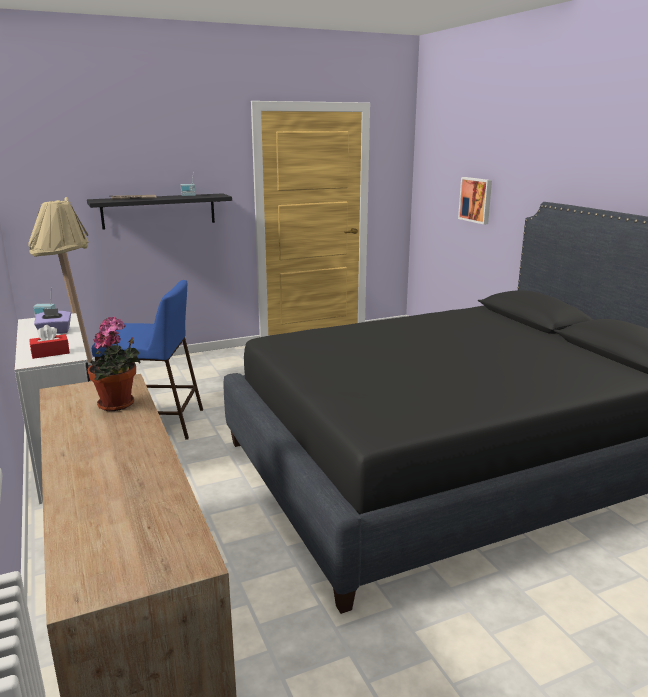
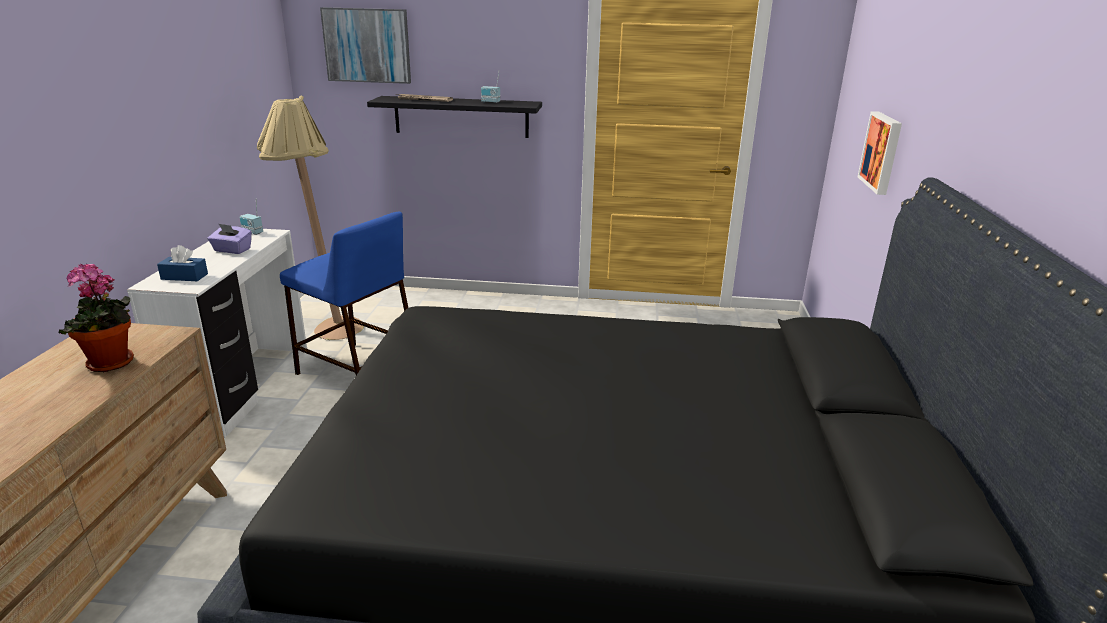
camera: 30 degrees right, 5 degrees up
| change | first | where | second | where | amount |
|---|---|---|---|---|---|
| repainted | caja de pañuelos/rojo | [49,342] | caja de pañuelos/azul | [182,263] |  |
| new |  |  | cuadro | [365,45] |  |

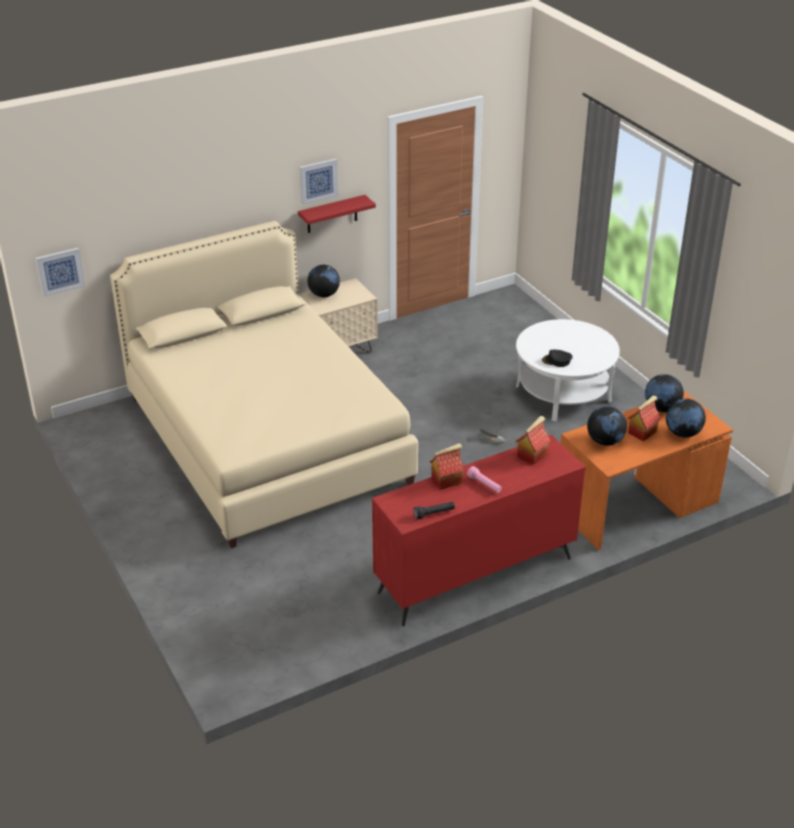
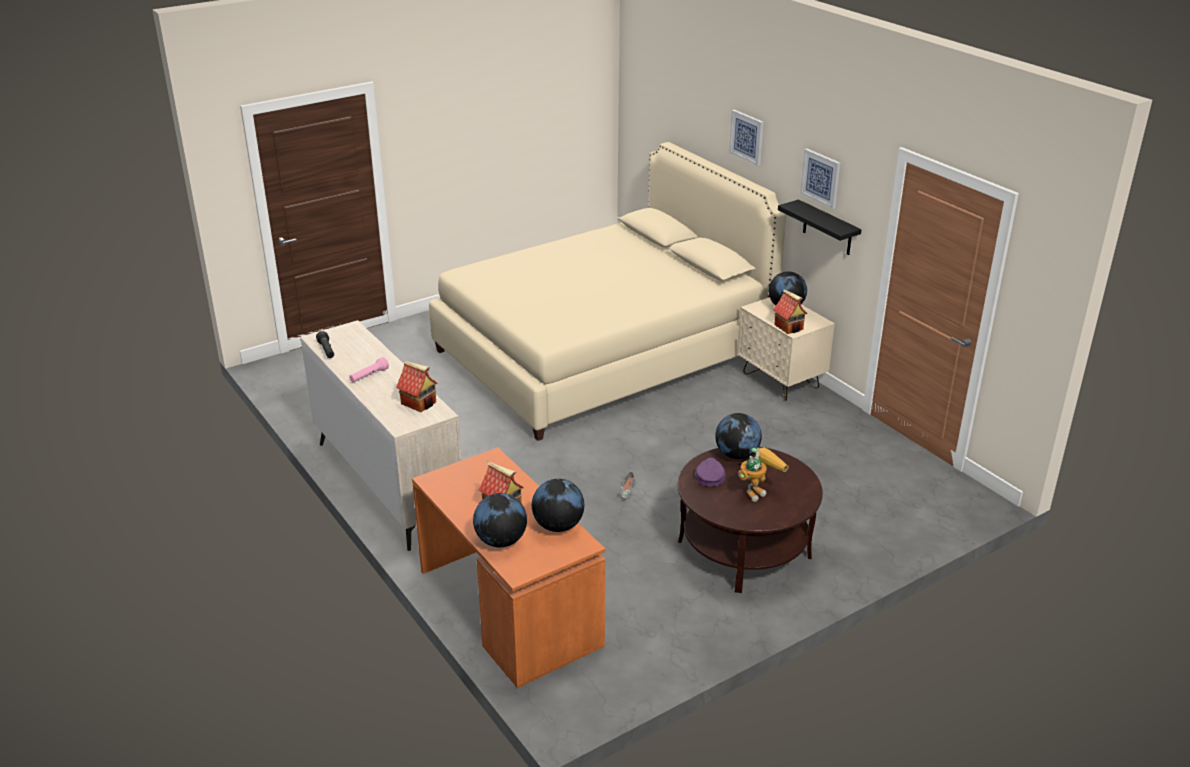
camera: 85 degrees right, 5 degrees down
| change | first | where | second | where | amount |
|---|---|---|---|---|---|
| repainted | estante/rojo | [337,214] | estante/negro | [820,227] |  |
| shifted | cuadro | [60,272] |  | [746,138] |  |
| repainted | mesa de centro/blanco | [568,370] | mesa de centro/marrón | [750,520] |  |
| repainted | gorra/negro | [557,358] | gorra/morado | [710,472] |  |
| shifted | globo terráqueo | [607,426] |  | [738,436] |  |
| repainted | cómoda/rojo | [479,530] | cómoda/beis | [380,435] |  |
| shifted | casita | [447,466] |  | [790,311] |  |
| new |  |  | robot de juguete | [763,474] |  |

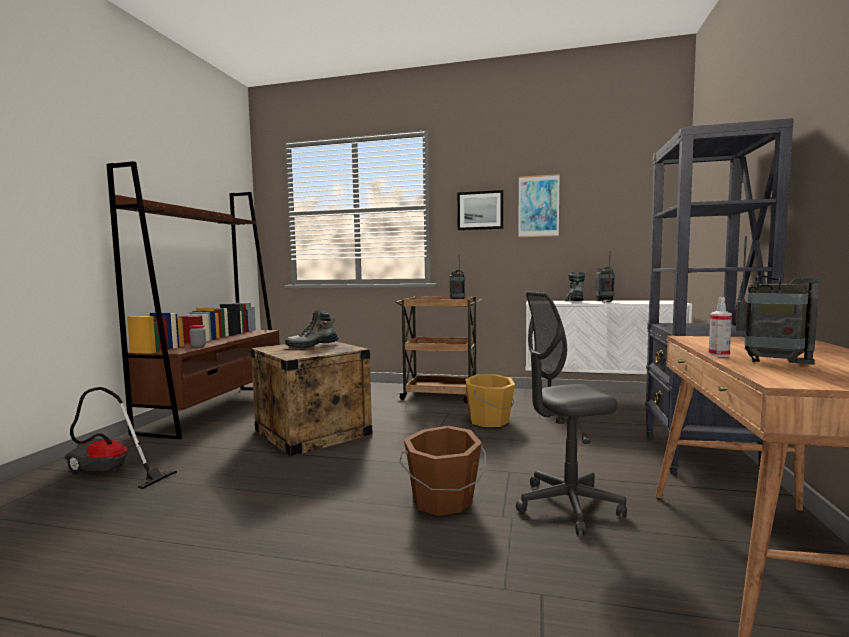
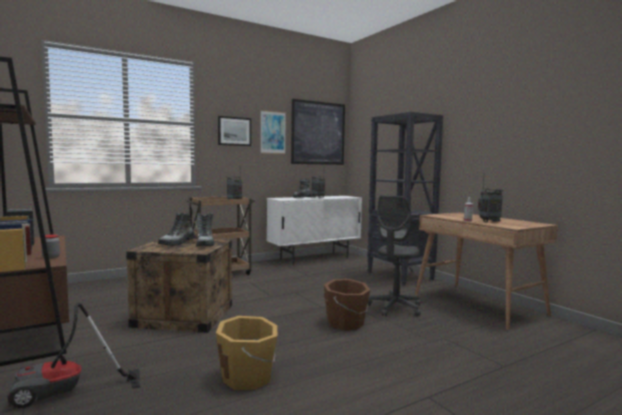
camera: 45 degrees left, 0 degrees up
| change | first | where | second | where | amount |
|---|---|---|---|---|---|
| shifted | cubo/naranja | [490,400] |  | [246,353] |  |
| new |  |  | cuadro | [318,132] |  |
| new |  |  | bota | [205,229] |  |

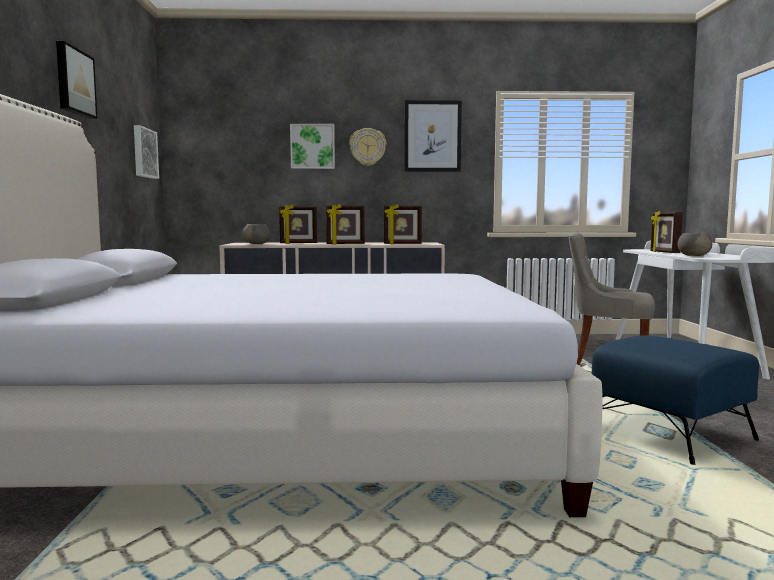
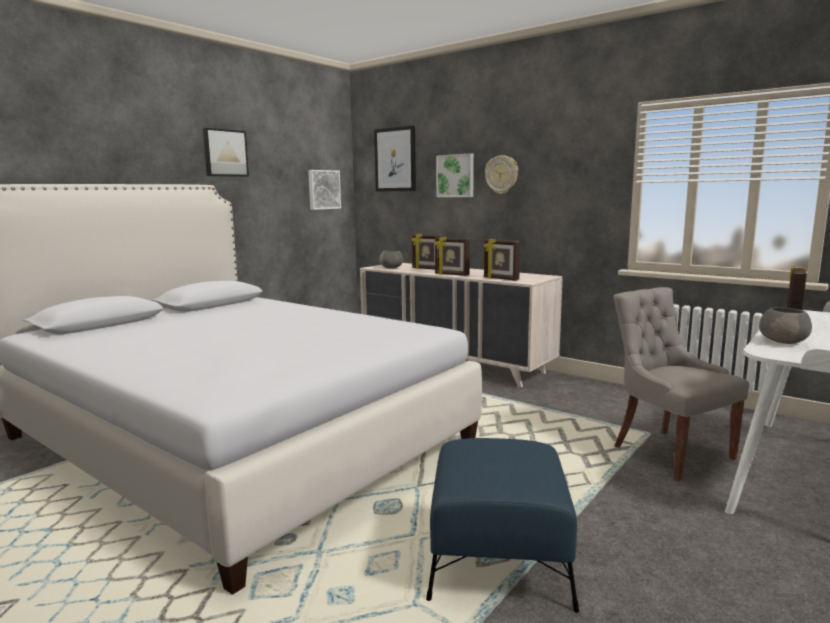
camera: 40 degrees right, 5 degrees up
| change | first | where | second | where | amount |
|---|---|---|---|---|---|
| shifted | cuadro | [433,136] |  | [395,159] |  |

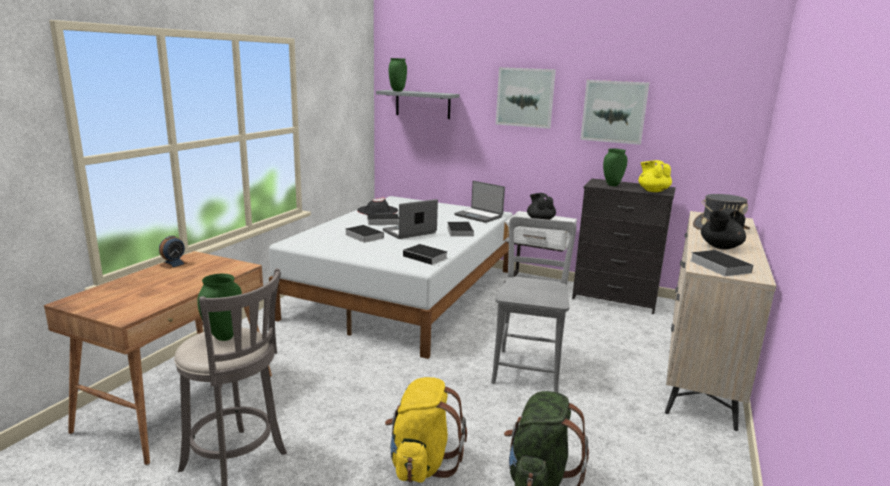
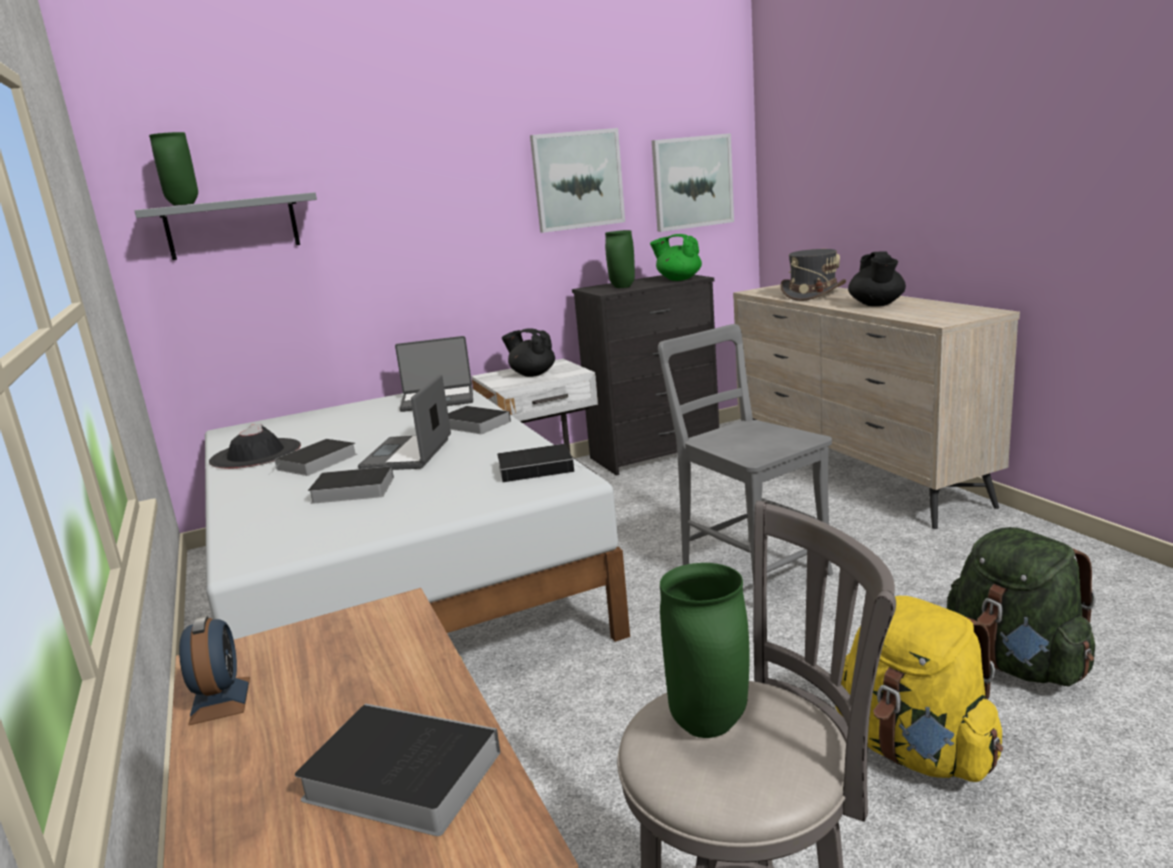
camera: 45 degrees left, 0 degrees up
| change | first | where | second | where | amount |
|---|---|---|---|---|---|
| shifted | cuadro | [526,98] |  | [693,182] |  |
| repainted | tetera/amarillo | [655,176] | tetera/verde | [676,257] |  |
| shifted | libro | [721,263] |  | [397,770] |  |

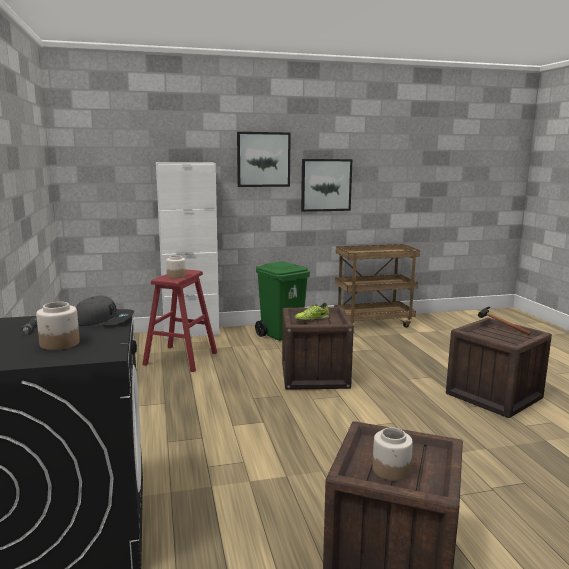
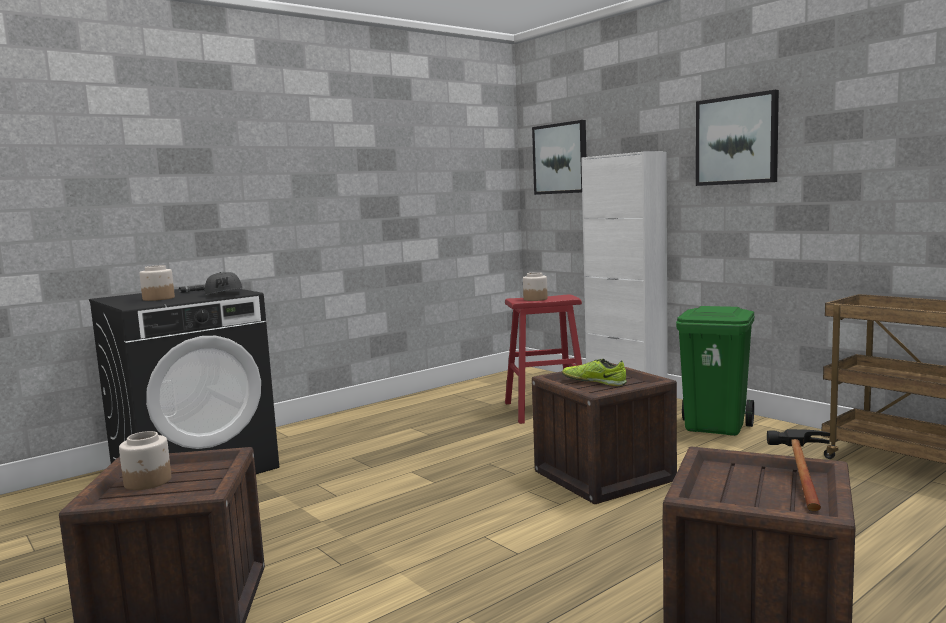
camera: 65 degrees right, 5 degrees down
| change | first | where | second | where | amount |
|---|---|---|---|---|---|
| shifted | cuadro | [327,185] |  | [559,157] |  |

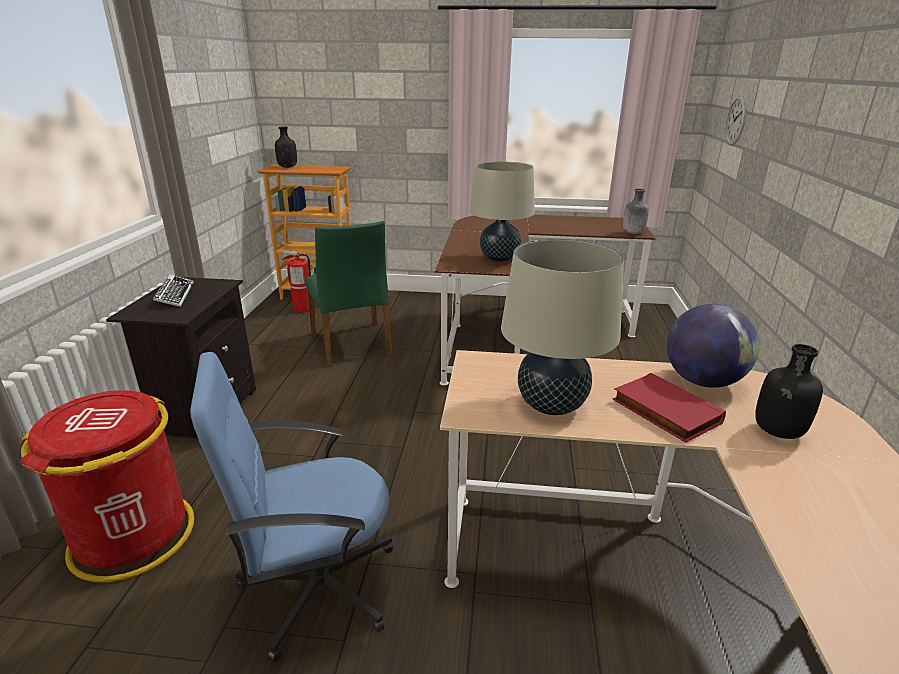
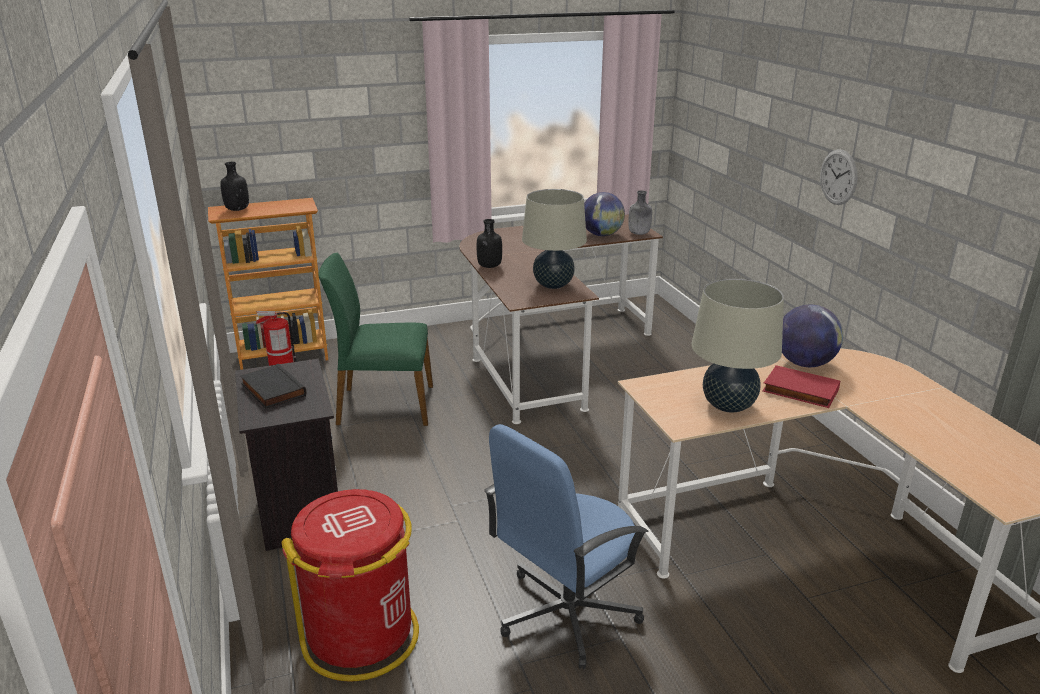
camera: 25 degrees left, 0 degrees up
| change | first | where | second | where | amount |
|---|---|---|---|---|---|
| shifted | reloj de pared | [736,120] |  | [839,177] |  |
| rotated | silla/verde | [349,294] |  | [375,339] | 135 degrees clockwise |
| swapped | teclado | [173,290] | libro/negro | [273,386] |  |
| shifted | botella/negro | [789,391] |  | [489,243] |  |
| new |  |  | globo terráqueo | [604,214] |  |

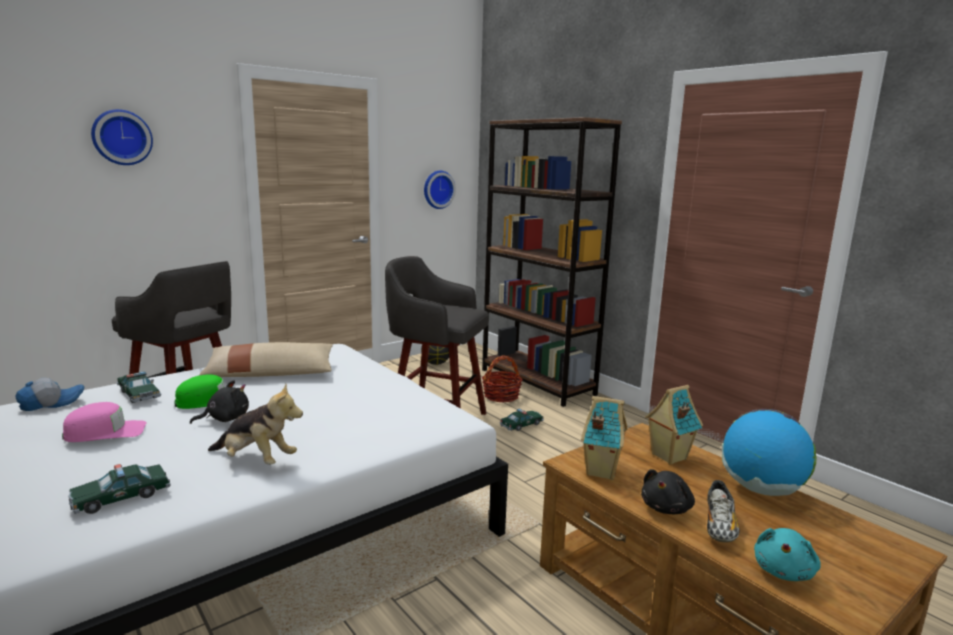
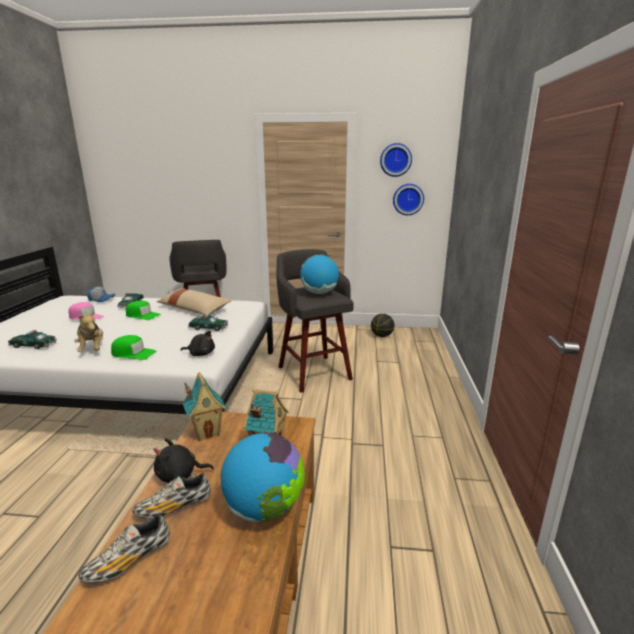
camera: 45 degrees right, 5 degrees up
| change | first | where | second | where | amount |
|---|---|---|---|---|---|
| shifted | reloj de pared | [122,137] |  | [396,160] |  |
| gone | estantería/marrón | [552,262] |  |  |  |
| gone | cesta | [502,378] |  |  |  |
| shifted | peluche/negro | [219,402] |  | [198,343] |  |
| shifted | coche de juguete | [522,420] |  | [208,322] |  |
| swapped | peluche/turquesa | [787,554] | zapato | [124,548] |  |
| new |  |  | globo terráqueo | [319,274] |  |
| new |  |  | gorra/verde | [134,347] |  |

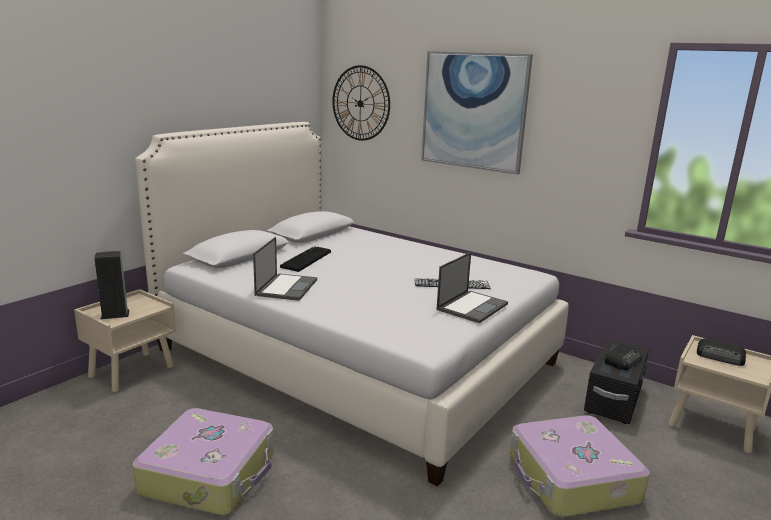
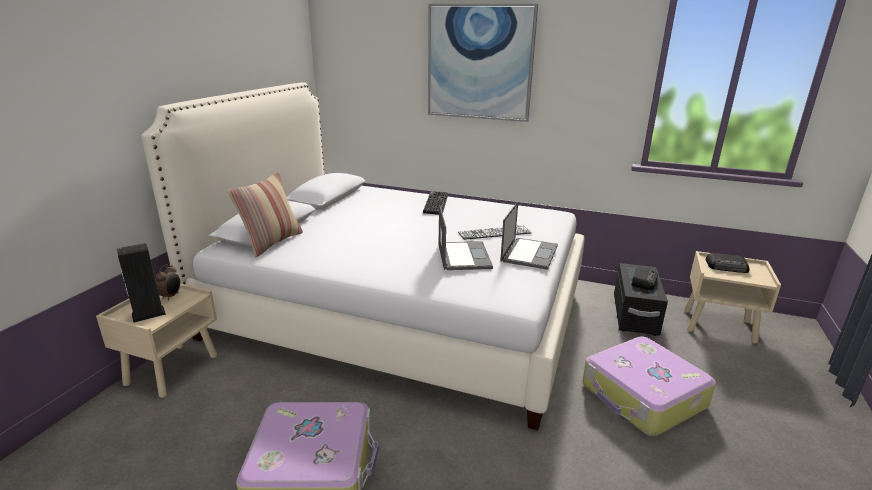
camera: 15 degrees left, 5 degrees up
| change | first | where | second | where | amount |
|---|---|---|---|---|---|
| gone | reloj de pared | [361,103] |  |  |  |
| shifted | portátil | [285,269] |  | [466,237] |  |
| shifted | teclado | [305,259] |  | [435,203] |  |
| new |  |  | cojín | [265,214] |  |
| new |  |  | despertador | [167,282] |  |

